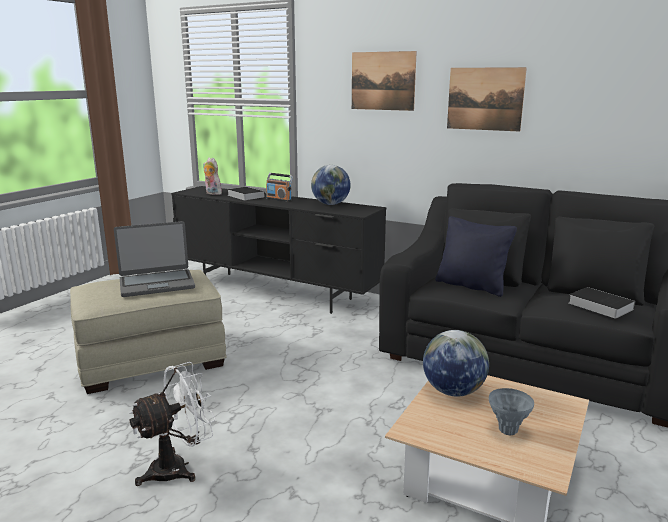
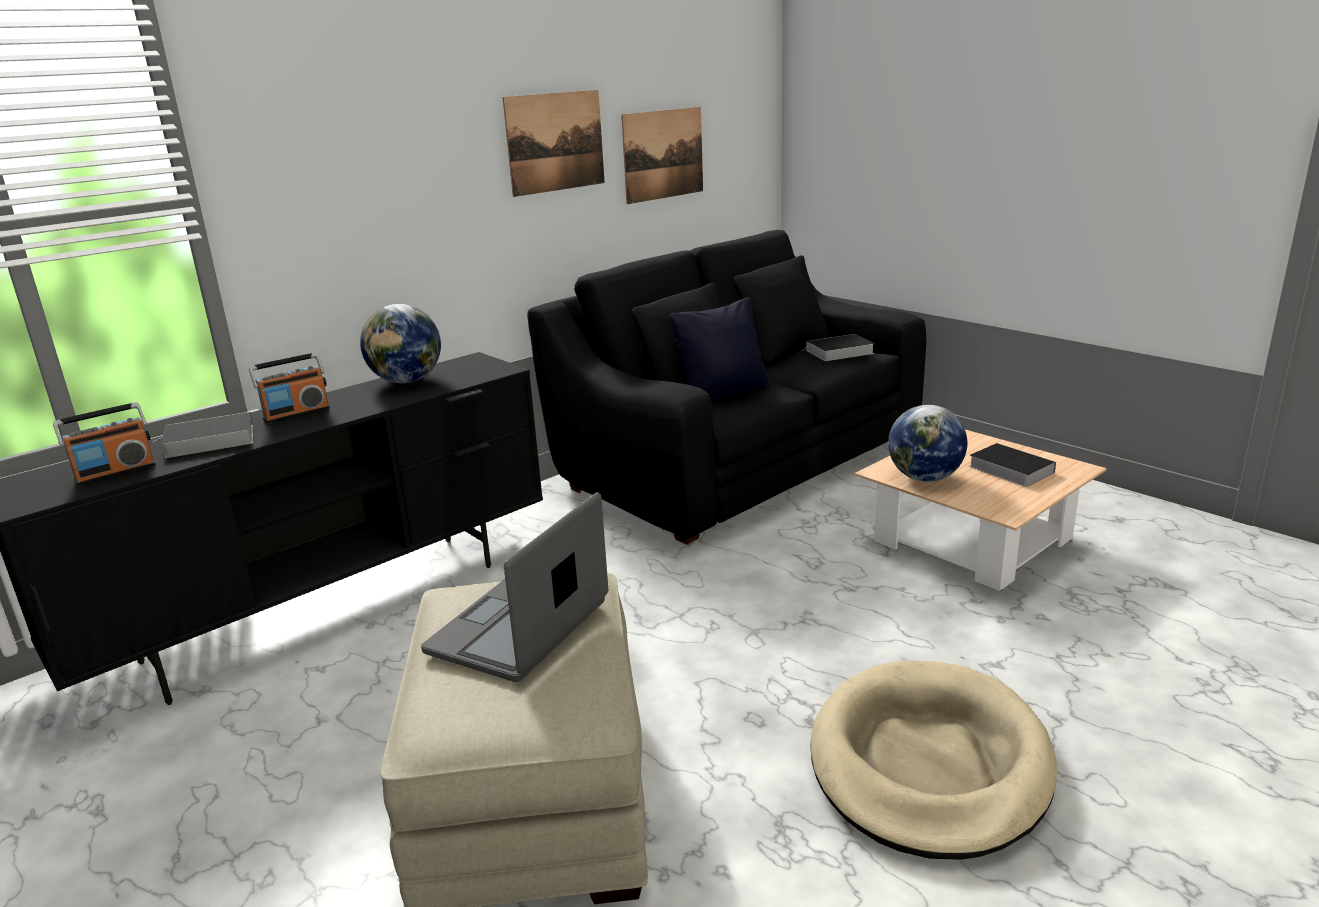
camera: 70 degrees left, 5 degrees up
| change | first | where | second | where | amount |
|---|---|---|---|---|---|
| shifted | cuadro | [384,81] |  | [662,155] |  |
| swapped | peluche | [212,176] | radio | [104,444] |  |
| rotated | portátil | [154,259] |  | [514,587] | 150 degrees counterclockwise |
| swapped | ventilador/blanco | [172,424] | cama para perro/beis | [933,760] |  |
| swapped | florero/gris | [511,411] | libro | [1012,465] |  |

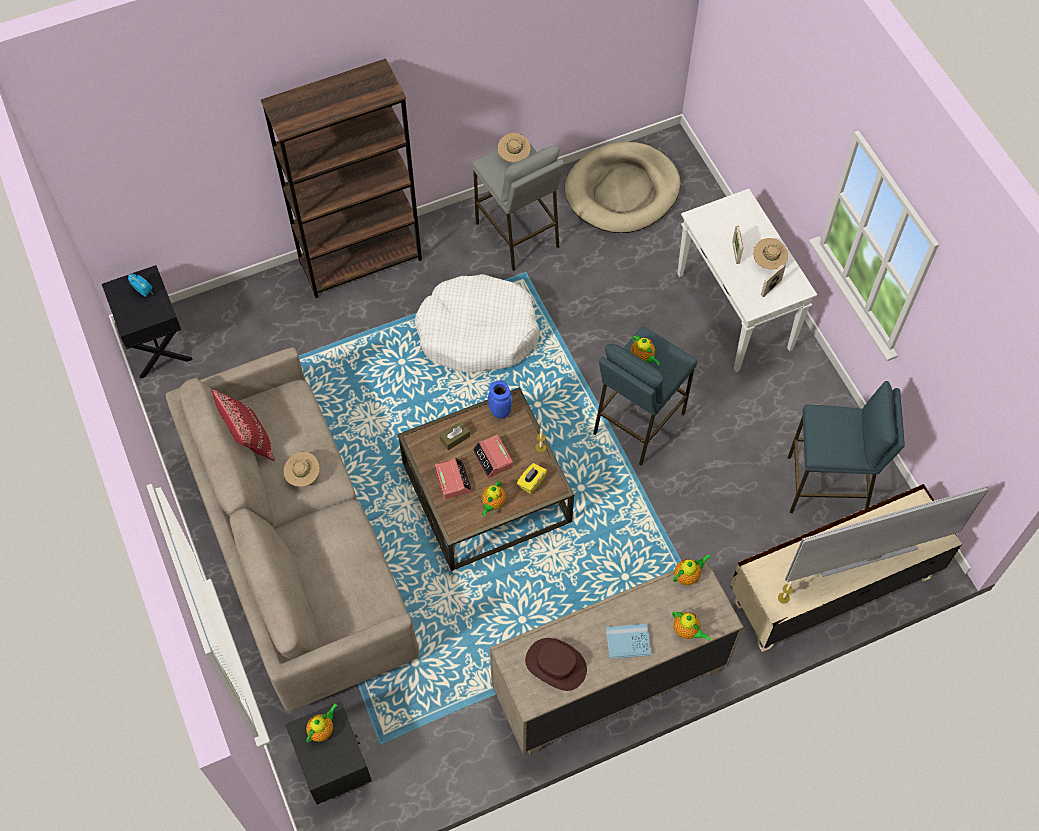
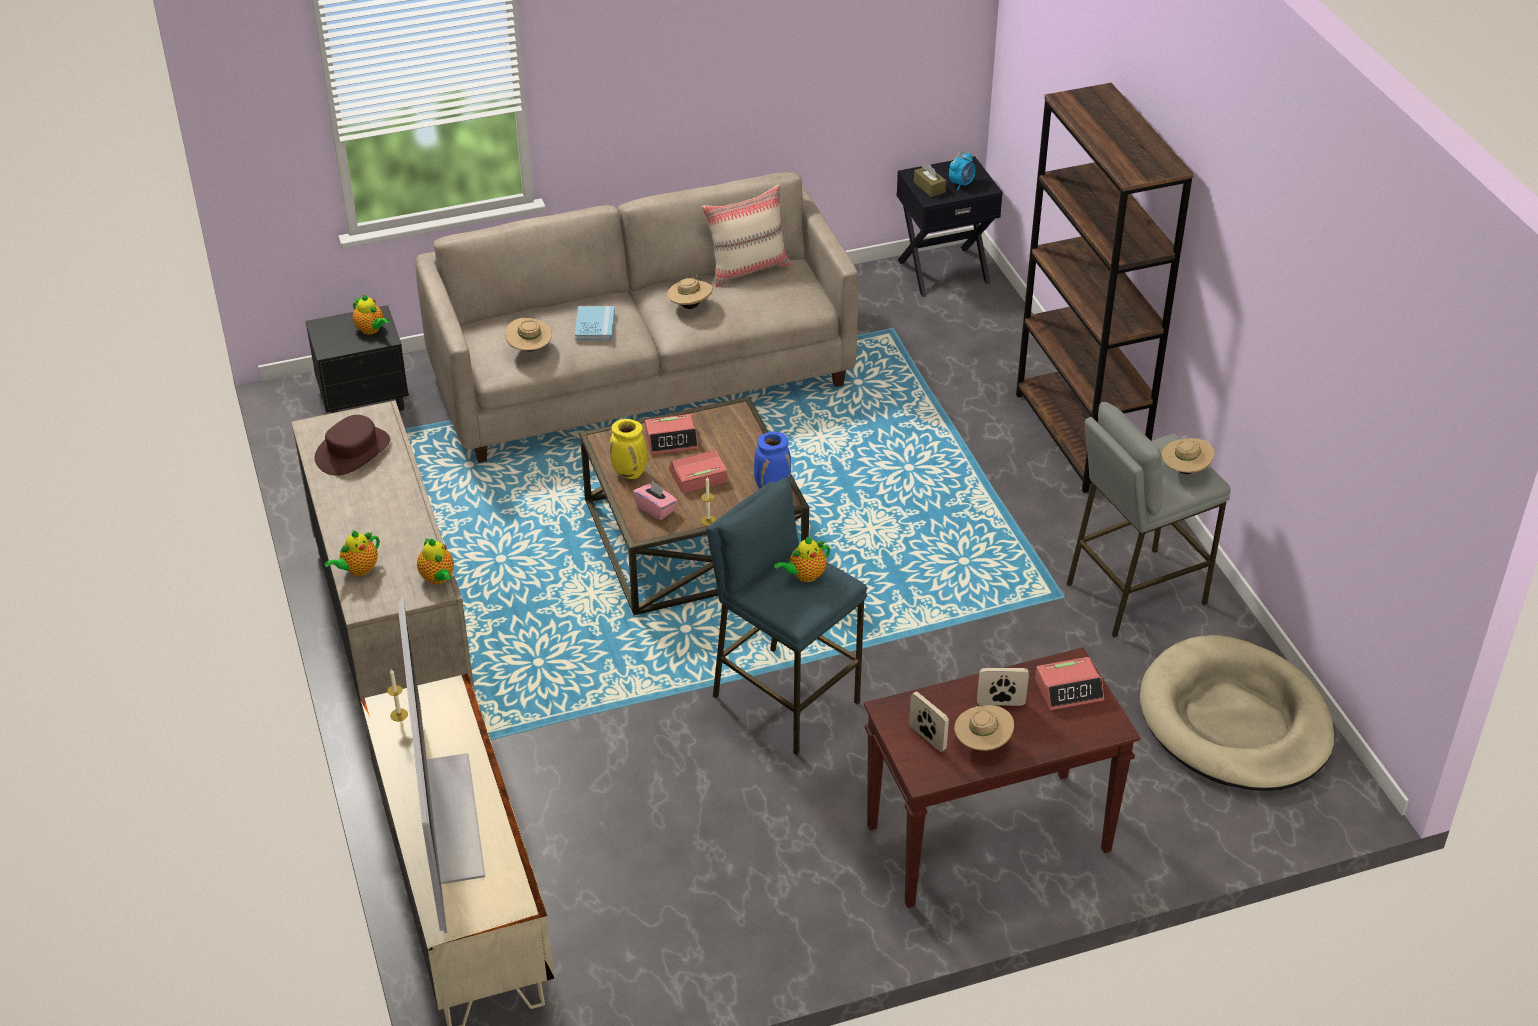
camera: 95 degrees right, 20 degrees down
| change | first | where | second | where | amount |
|---|---|---|---|---|---|
| repainted | mesa consola/blanco | [747,280] | mesa consola/marrón | [1002,778] |  |
| gone | cama para perro/blanco | [477,323] |  |  |  |
| gone | taburete/azul | [846,447] |  |  |  |
| repainted | cojín/rojo | [243,425] | cojín/beis | [747,235] |  |
| shifted | caja de pañuelos/marrón | [455,435] |  | [930,180] |  |
| repainted | caja de pañuelos/amarillo | [532,478] | caja de pañuelos/rosa | [655,500] |  |
| swapped | tetera | [494,498] | florero/amarillo | [628,449] |  |
| shifted | libro/azul | [628,641] |  | [595,323] |  |
| new |  |  | sombrero/beis | [528,335] |  |
| new |  |  | despertador | [1069,683] |  |

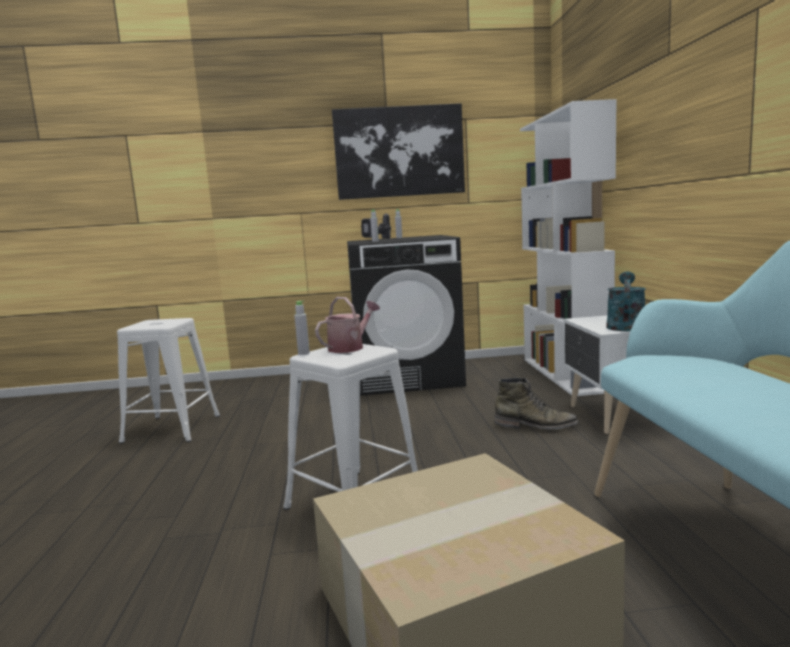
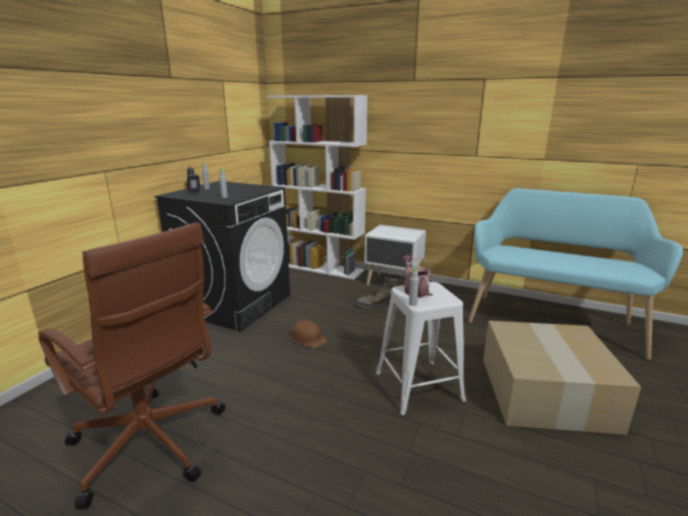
camera: 60 degrees left, 10 degrees up
| change | first | where | second | where | amount |
|---|---|---|---|---|---|
| gone | cuadro | [398,151] |  |  |  |
| gone | regadera/turquesa | [626,301] |  |  |  |
| swapped | taburete/blanco | [168,381] | silla de oficina/marrón | [132,366] |  |
| rotated | bota/verde | [536,403] |  | [379,291] | 150 degrees counterclockwise |
| new |  |  | casco/marrón | [308,334] |  |

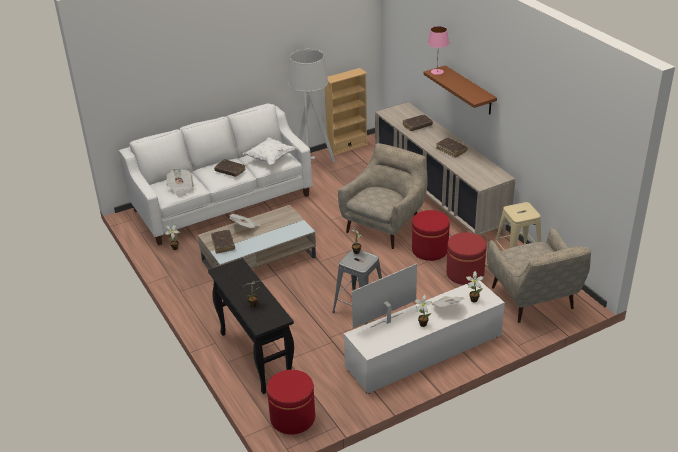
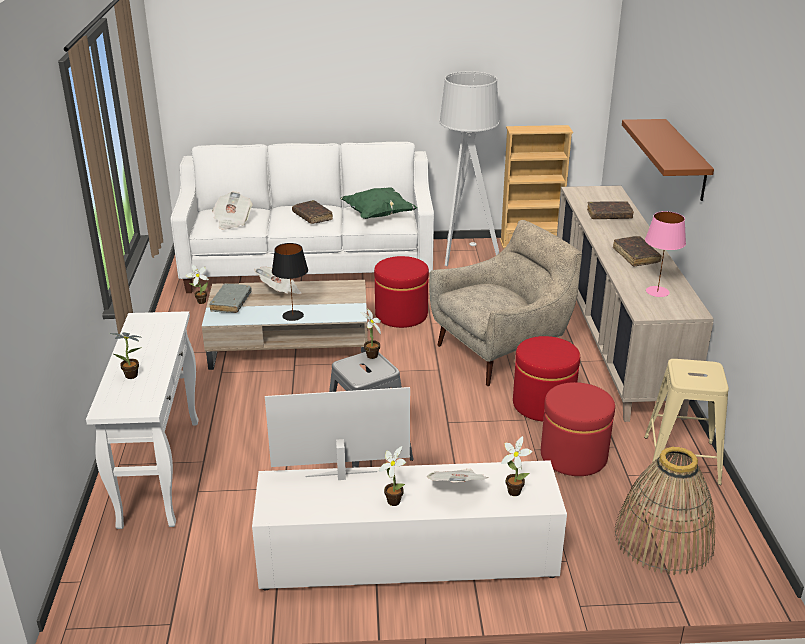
camera: 25 degrees right, 5 degrees down
| change | first | where | second | where | amount |
|---|---|---|---|---|---|
| shifted | lámpara de mesa/rosa | [438,50] |  | [665,254] |  |
| repainted | cojín/blanco | [270,151] | cojín/verde | [379,203] |  |
| swapped | sillón/beis | [539,275] | cesta | [665,511] |  |
| repainted | libro/marrón | [223,241] | libro/gris | [230,298] |  |
| repainted | mesa consola/negro | [251,326] | mesa consola/blanco | [142,420] |  |
| shifted | puf/rojo | [291,402] |  | [401,292] |  |
| new |  |  | lámpara de mesa/negro | [290,282] |  |

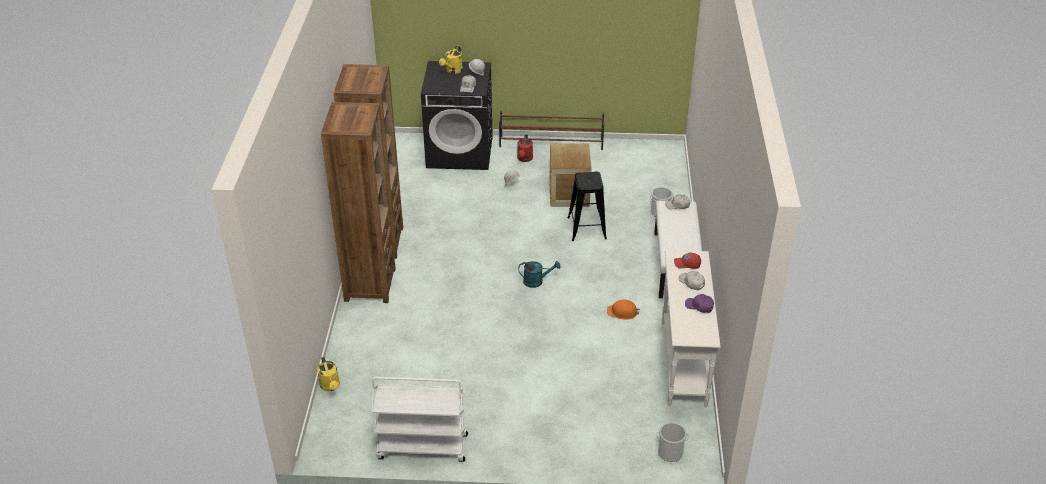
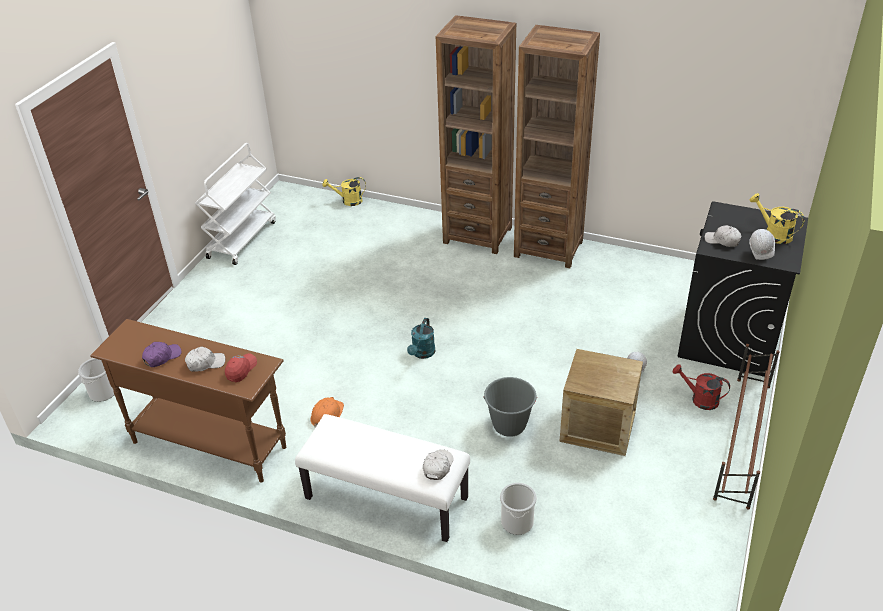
camera: 110 degrees right, 0 degrees up
| change | first | where | second | where | amount |
|---|---|---|---|---|---|
| swapped | taburete/negro | [587,206] | cubo/gris | [510,407] |  |
| repainted | mesa consola/blanco | [691,328] | mesa consola/marrón | [188,400] |  |

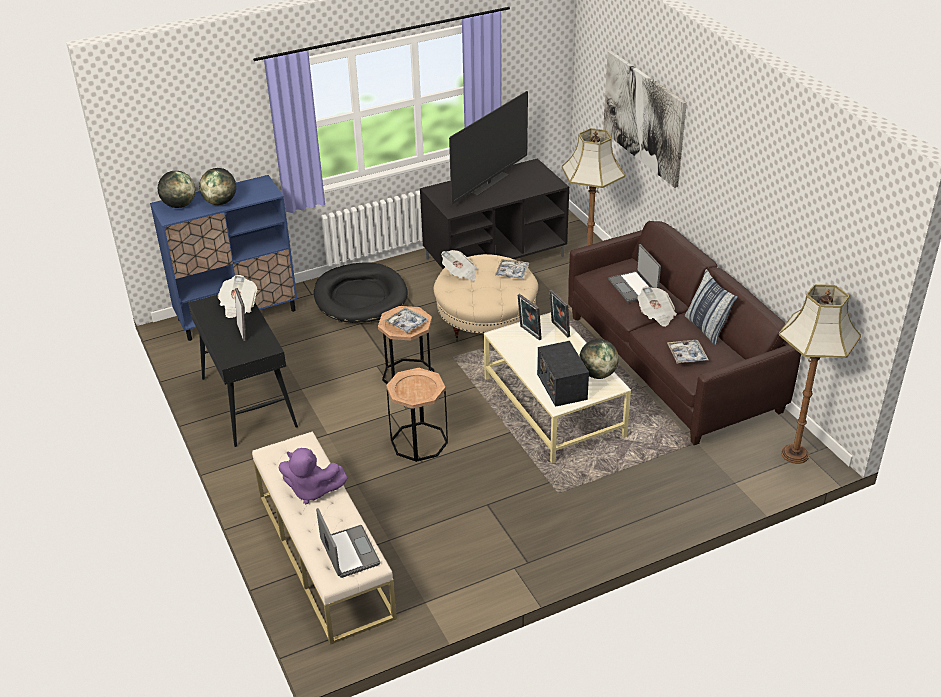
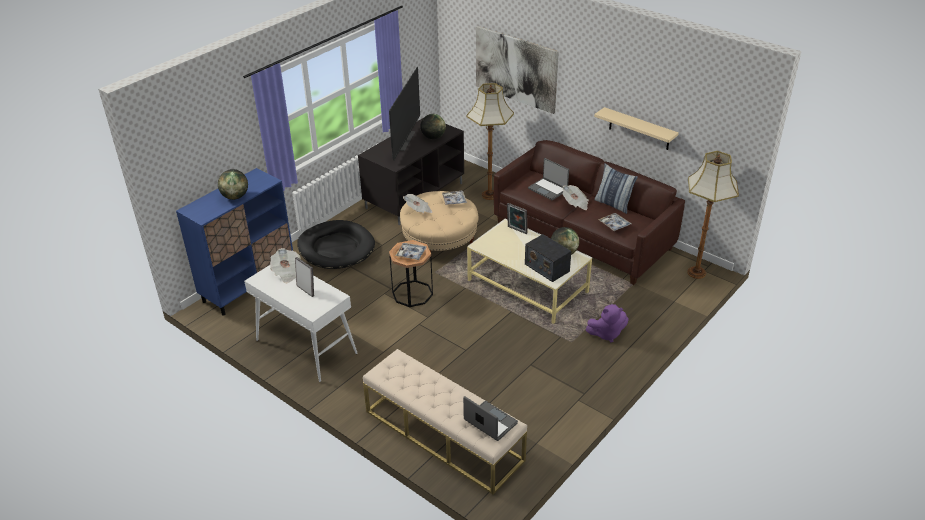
camera: 25 degrees left, 0 degrees up
| change | first | where | second | where | amount |
|---|---|---|---|---|---|
| shifted | globo terráqueo | [176,189] |  | [433,126] |  |
| gone | portarretratos | [530,317] |  |  |  |
| repainted | mesa consola/negro | [243,371] | mesa consola/blanco | [301,323] |  |
| gone | mesa auxiliar/marrón | [417,415] |  |  |  |
| shifted | peluche/morado | [313,476] |  | [607,323] |  |
| new |  |  | estante/beis | [636,128] |  |

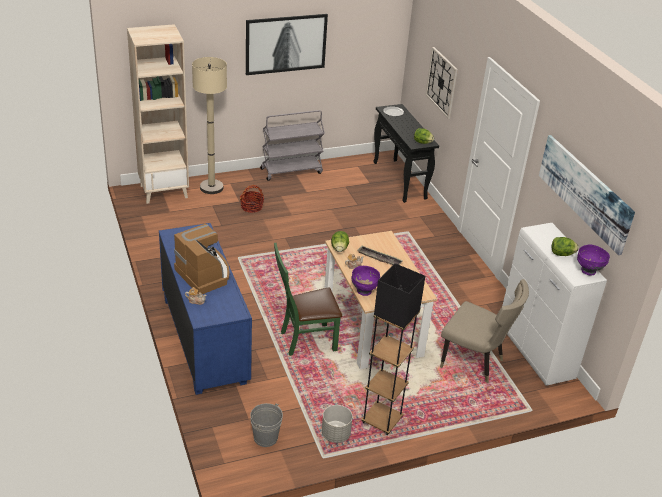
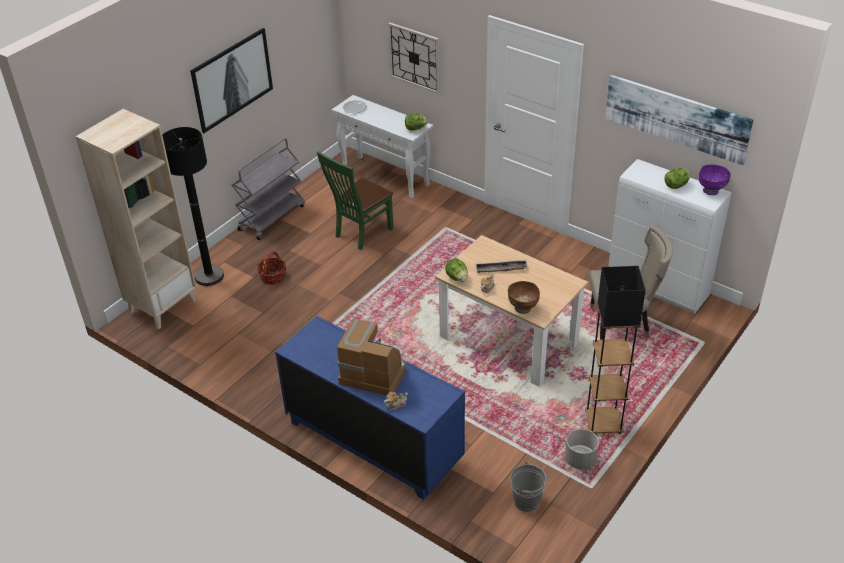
camera: 30 degrees left, 5 degrees up
| change | first | where | second | where | amount |
|---|---|---|---|---|---|
| repainted | lámpara de pie/beis | [209,125] | lámpara de pie/negro | [193,206] |  |
| repainted | mesa consola/negro | [406,153] | mesa consola/blanco | [382,147] |  |
| shifted | silla/verde | [308,299] |  | [355,200] |  |
| repainted | cuenco/morado | [365,281] | cuenco/marrón | [524,297] |  |

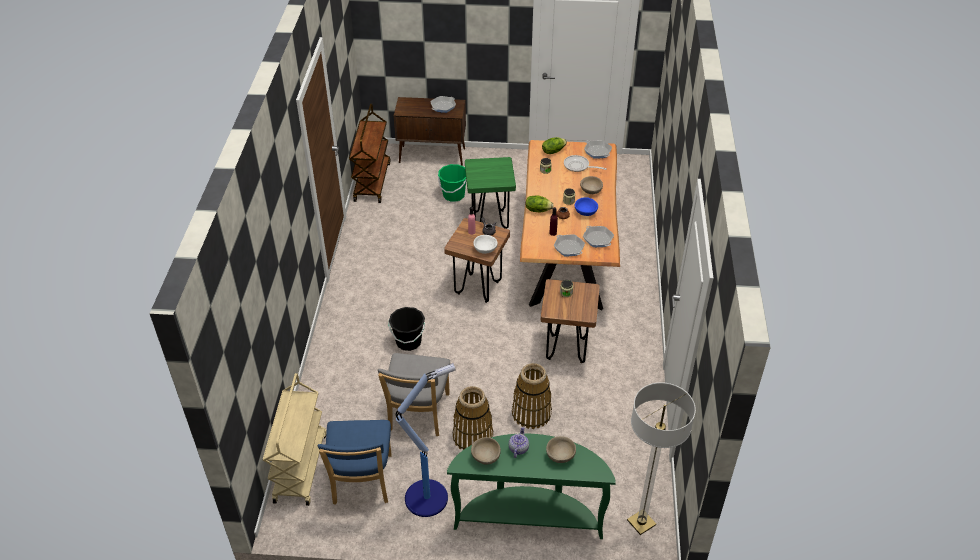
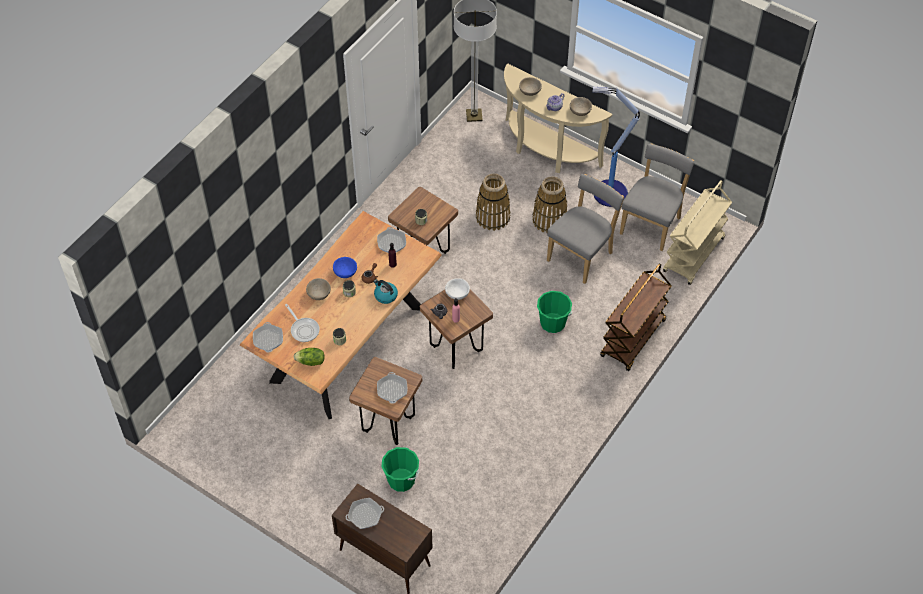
camera: 150 degrees left, 10 degrees up
| change | first | where | second | where | amount |
|---|---|---|---|---|---|
| shifted | carrito/marrón | [369,153] |  | [636,317] |  |
| repainted | taburete/verde | [490,193] | taburete/marrón | [385,401] |  |
| swapped | lechuga | [539,203] | hervidor | [386,291] |  |
| shifted | sartén | [598,236] |  | [392,388] |  |
| repainted | cubo/negro | [406,329] | cubo/verde | [554,312] |  |
| repainted | silla/azul | [355,462] | silla/gris | [657,197] |  |
| repainted | mesa consola/verde | [531,486] | mesa consola/beis | [558,118] |  |

